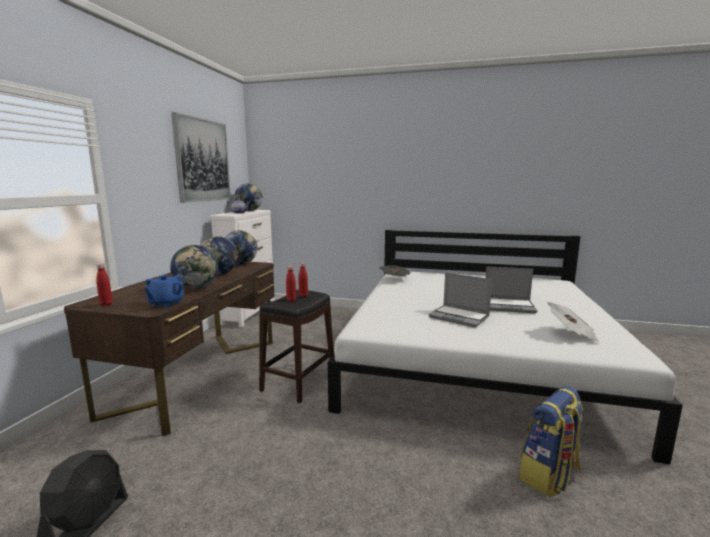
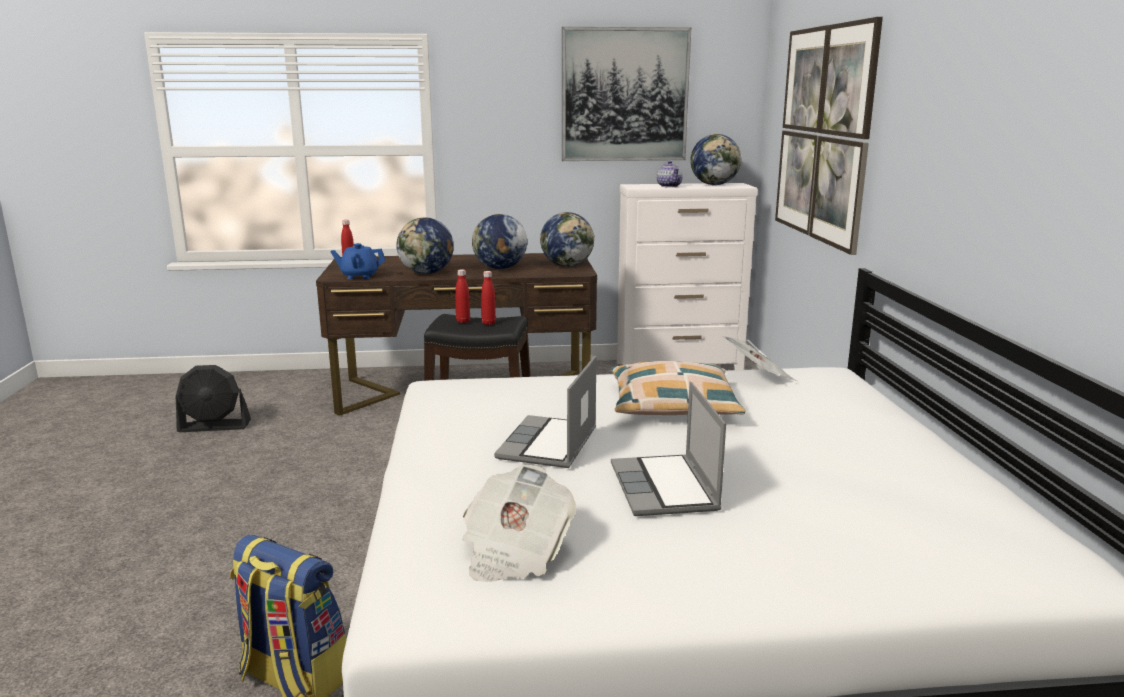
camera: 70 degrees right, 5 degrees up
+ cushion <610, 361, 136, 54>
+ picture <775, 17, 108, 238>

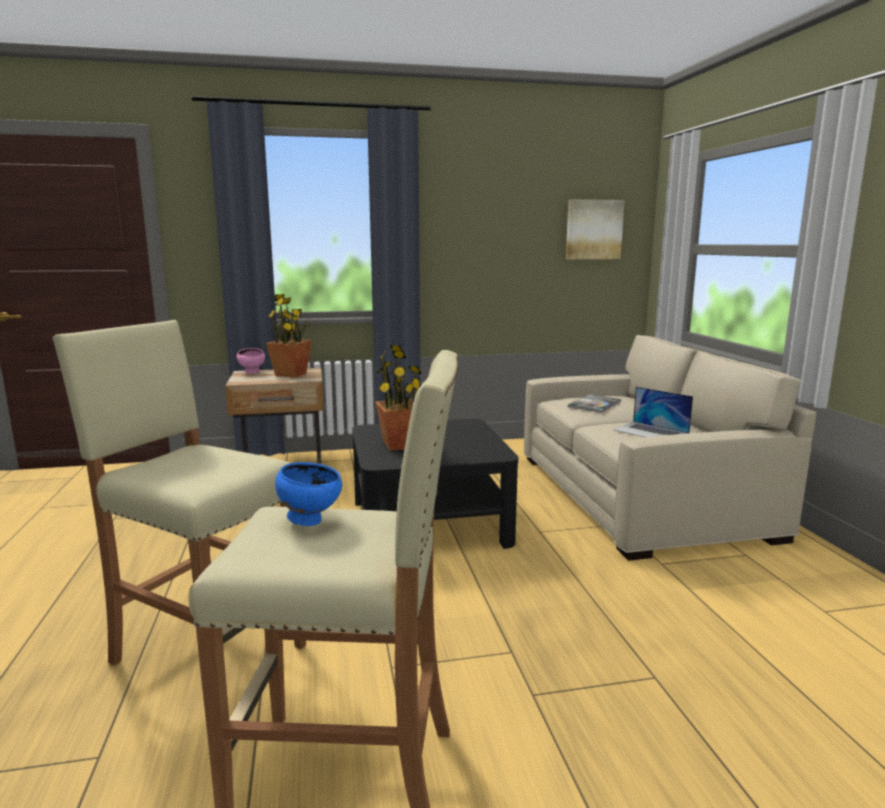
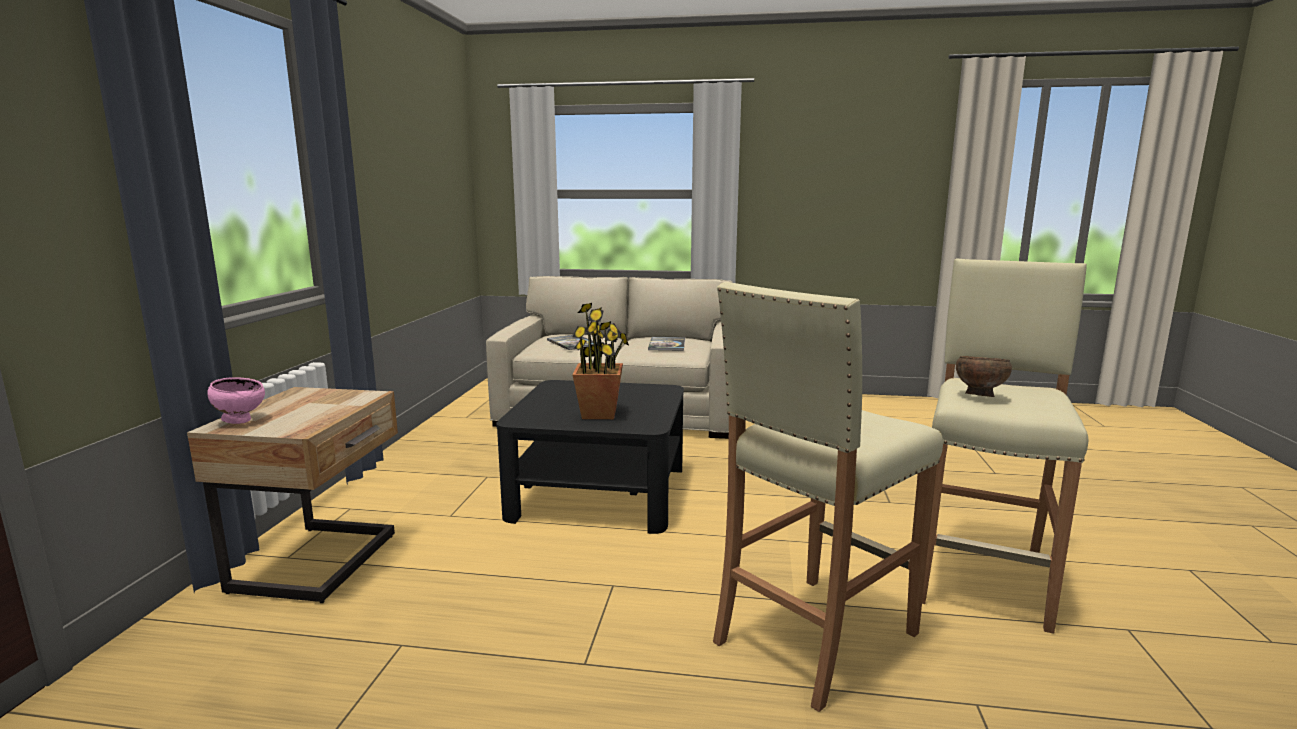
camera: 70 degrees left, 0 degrees up
- potted plant <266, 294, 46, 83>
~ serving bowl (blue) <275, 462, 67, 64> to serving bowl (brown) <956, 356, 56, 41>
- picture <566, 199, 59, 60>
~ portable computer <613, 387, 80, 50> to book <648, 337, 37, 14>

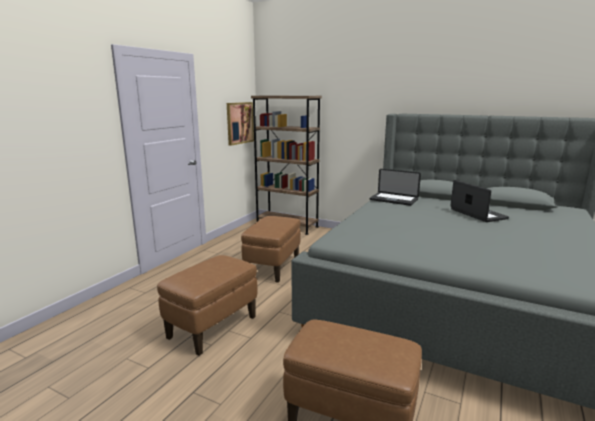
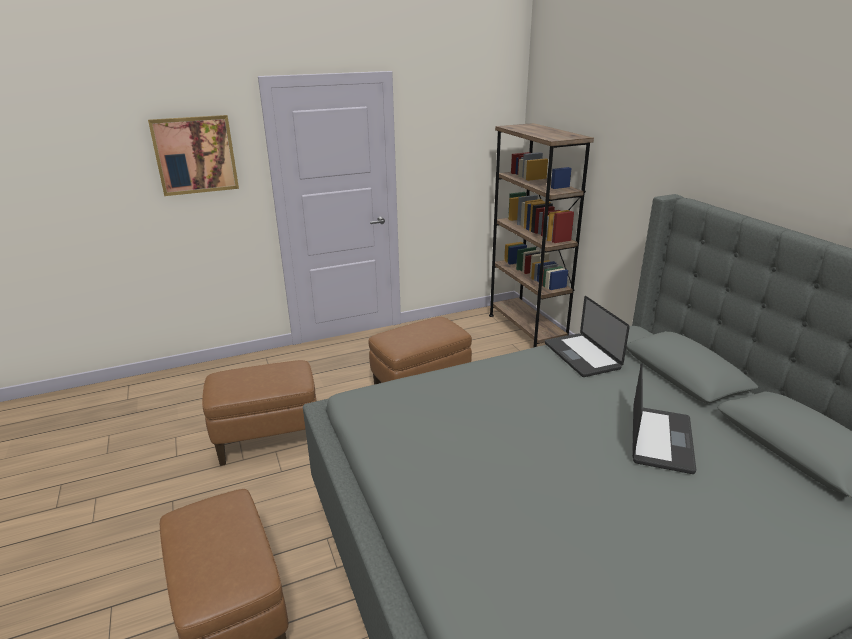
camera: 40 degrees right, 10 degrees up
~ picture <227, 102, 27, 44> to <148, 115, 91, 81>

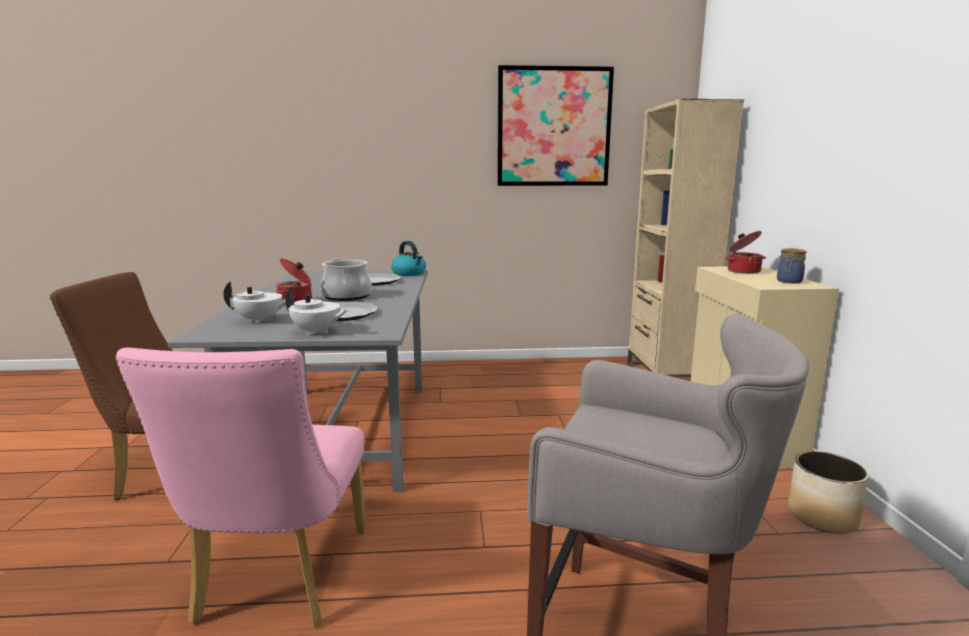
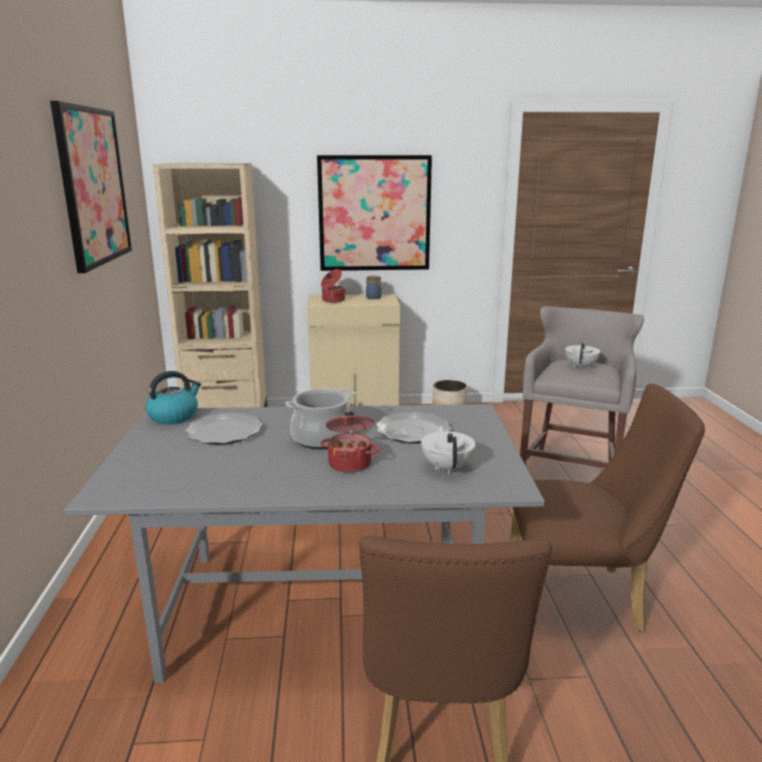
camera: 90 degrees left, 5 degrees up
~ chair (pink) <116, 347, 250, 280> to chair (brown) <510, 383, 195, 249>
~ teapot (whitish) <285, 288, 63, 48> to <565, 343, 36, 26>
+ picture <317, 155, 115, 116>

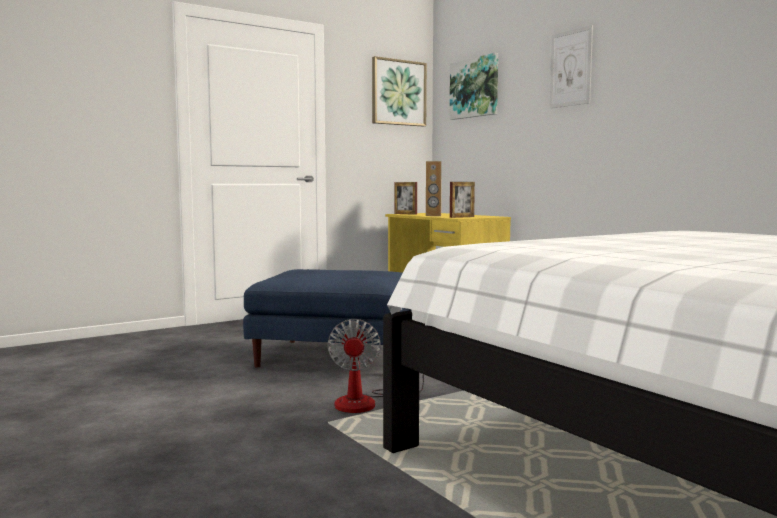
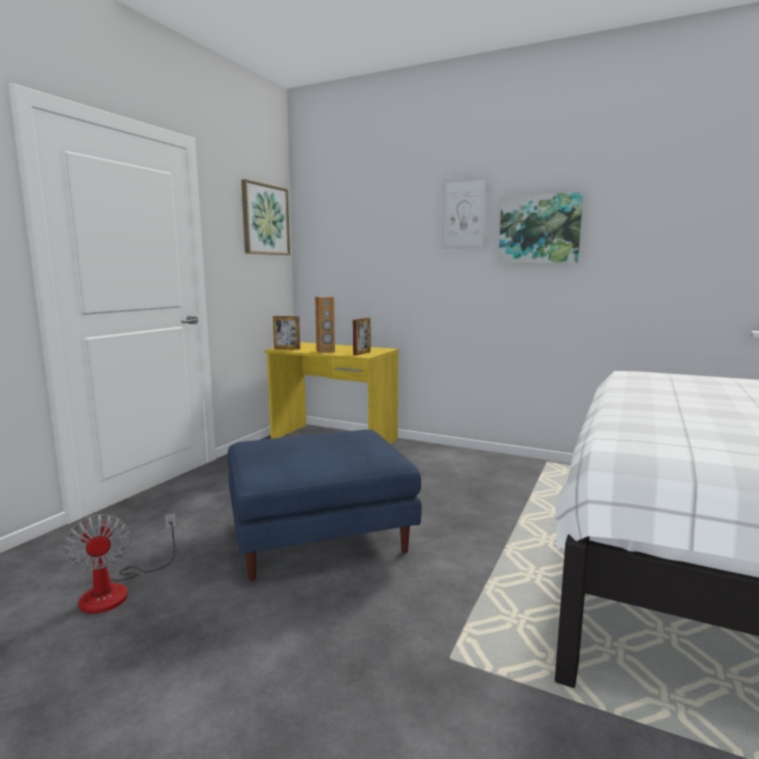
camera: 30 degrees left, 5 degrees up
~ cooling fan <327, 319, 97, 94> to <63, 513, 113, 101>
~ picture <450, 53, 48, 67> to <499, 192, 84, 72>

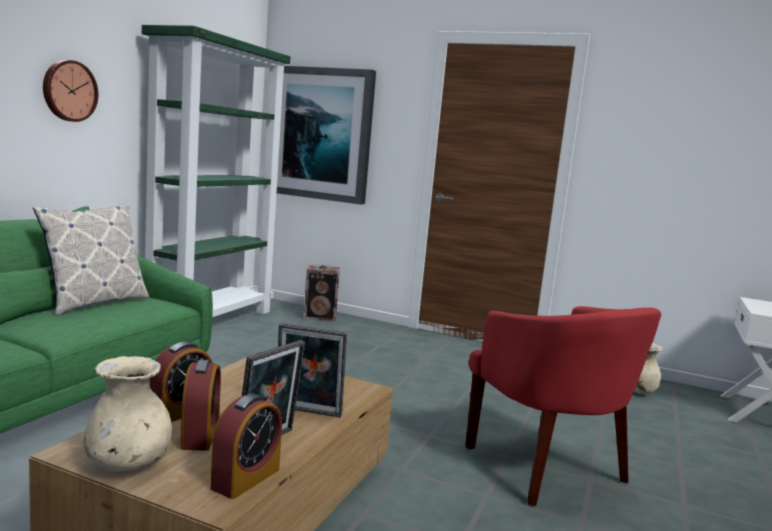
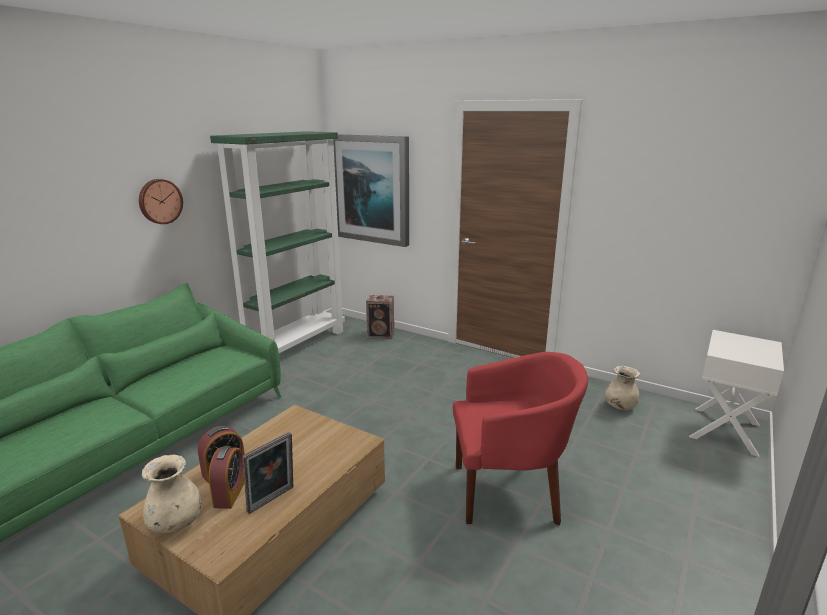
camera: 10 degrees right, 10 degrees up
- cushion <33, 204, 116, 112>
- bedside clock <210, 394, 72, 105>
- picture frame <278, 323, 69, 94>
~ easy chair (reddish) <465, 306, 196, 200> = <453, 352, 135, 174> 75 degrees counterclockwise

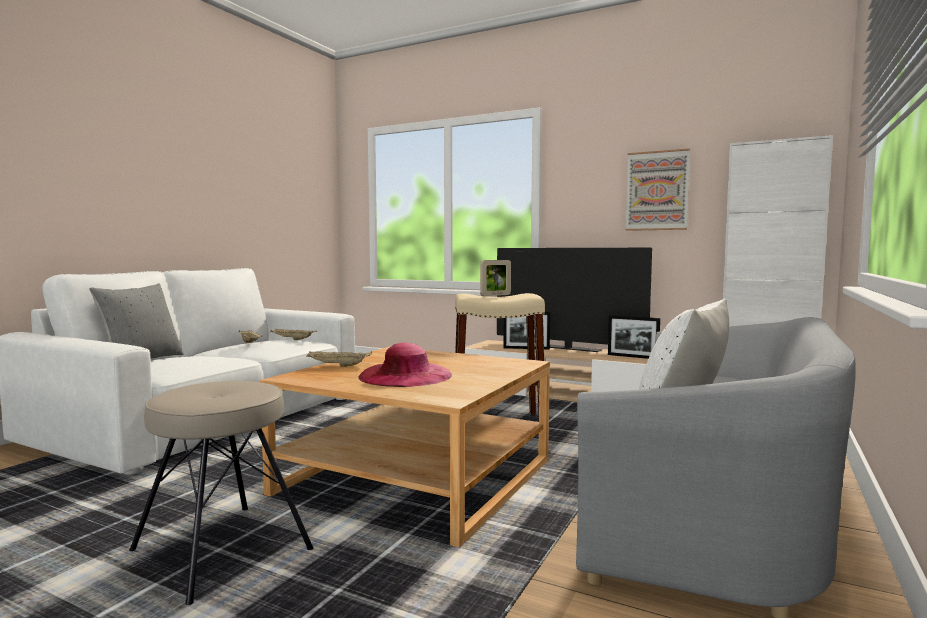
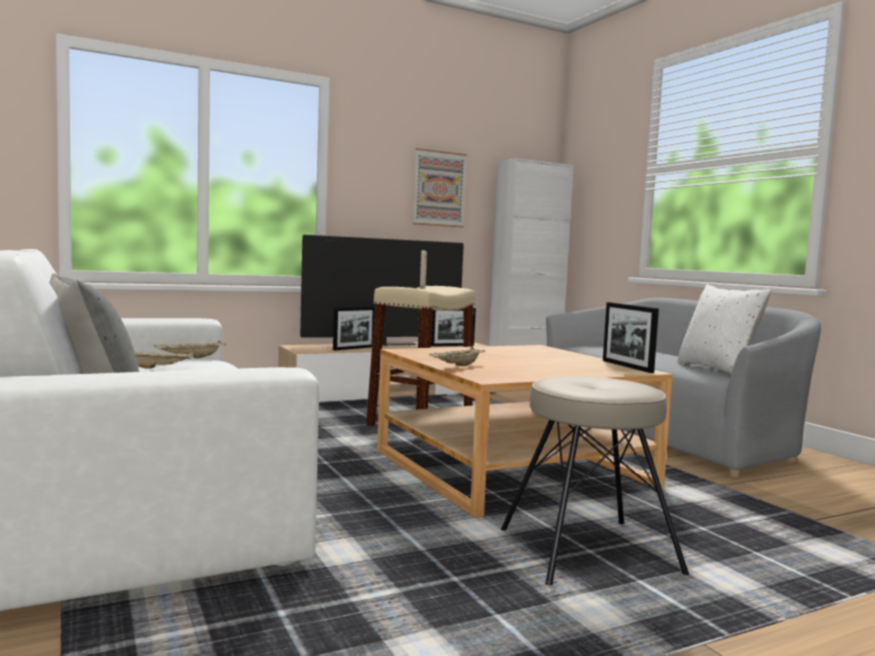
camera: 55 degrees left, 0 degrees up
- wearable hat (pink) <359, 343, 93, 44>
+ picture frame <603, 302, 56, 71>

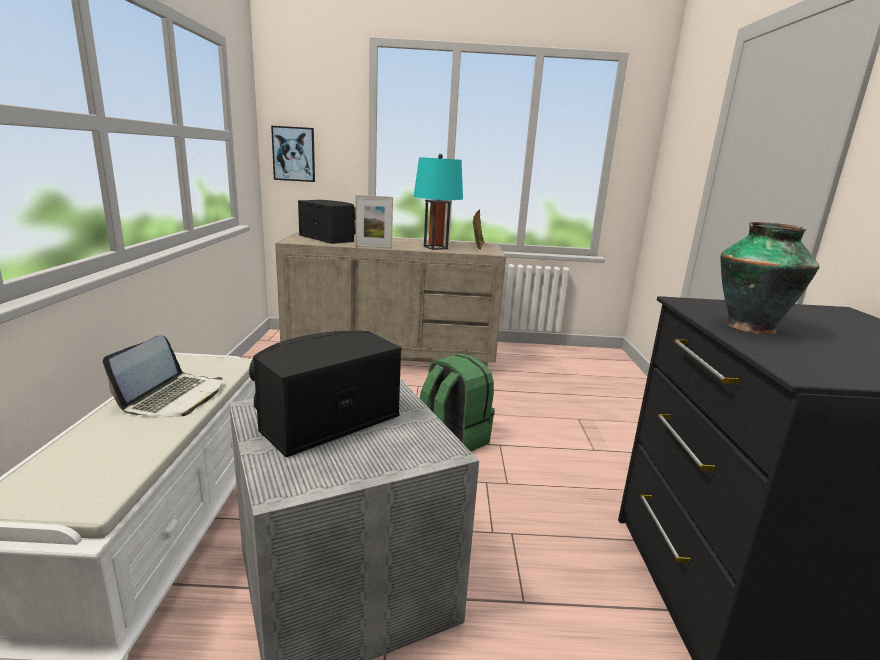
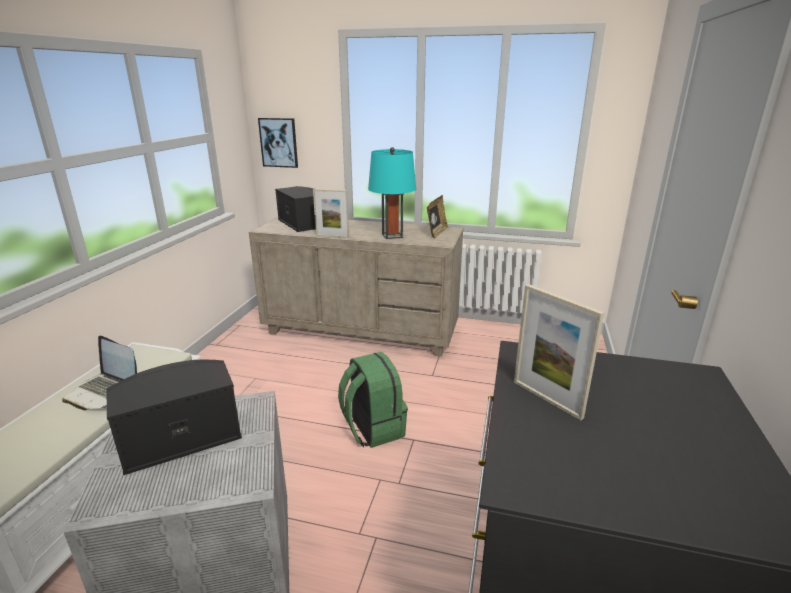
camera: 15 degrees right, 5 degrees up
~ portable computer <103, 335, 119, 82> = <62, 336, 75, 74> 90 degrees clockwise
~ flower vase <721, 222, 98, 112> to picture frame <514, 284, 90, 136>

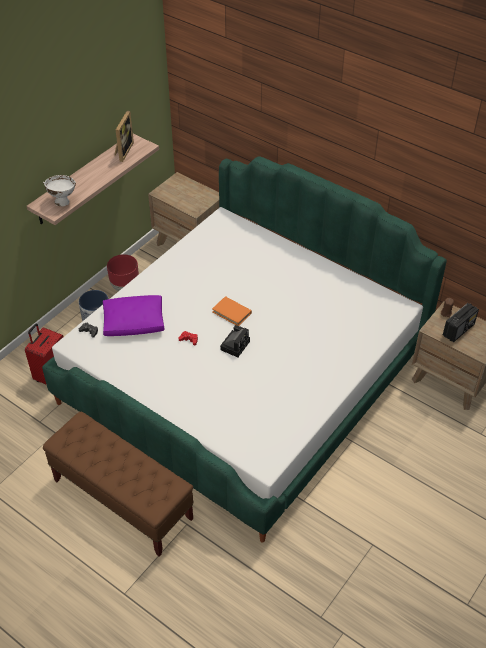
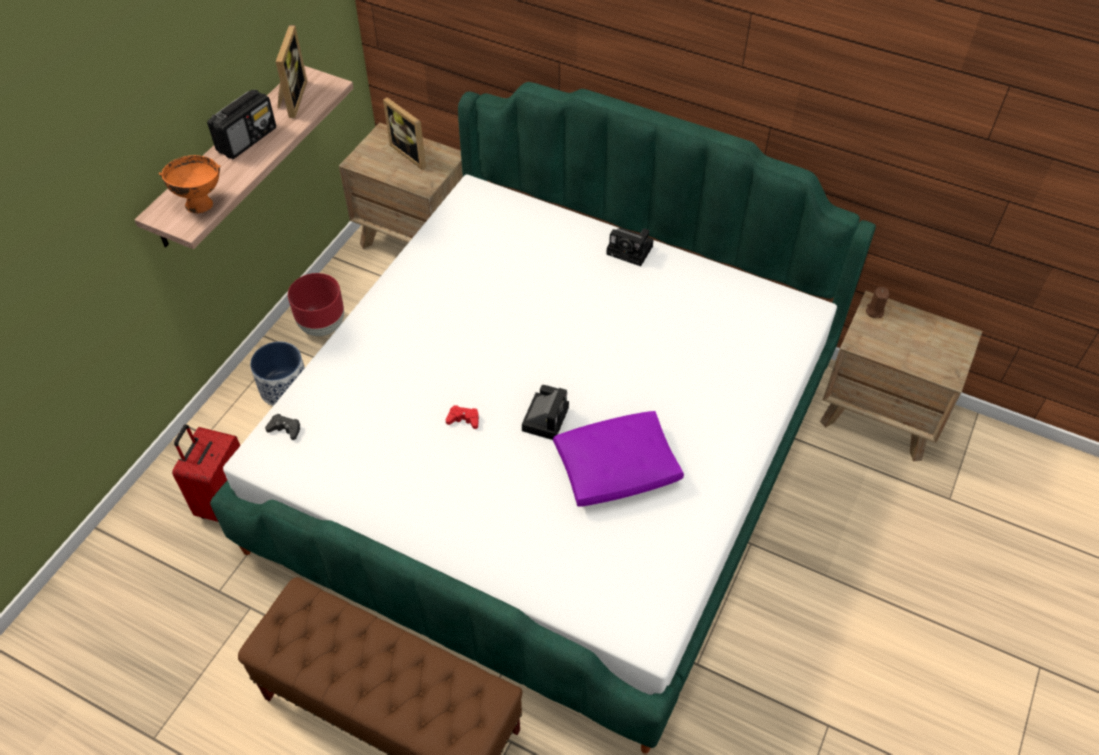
camera: 10 degrees left, 5 degrees up
~ serving bowl (whitish) <43, 175, 33, 32> to serving bowl (orange) <158, 155, 63, 58>
~ cushion (purple) <103, 295, 62, 41> to <553, 411, 131, 96>
- book (orange) <212, 296, 40, 30>
~ radio <443, 303, 36, 39> to <207, 90, 69, 69>
+ picture frame <383, 97, 43, 73>
+ still camera <606, 228, 48, 38>

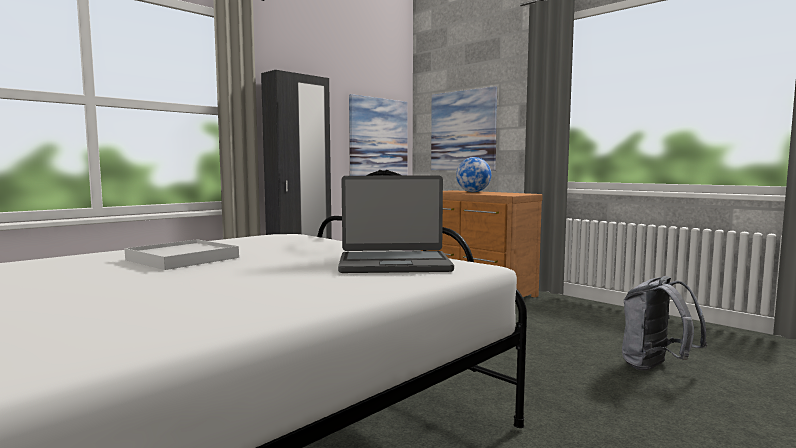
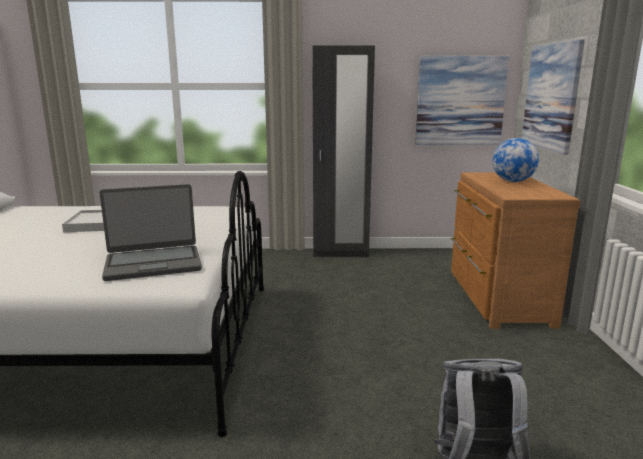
camera: 45 degrees right, 10 degrees up
~ portable computer <338, 176, 116, 97> = <100, 184, 102, 97> 60 degrees counterclockwise

